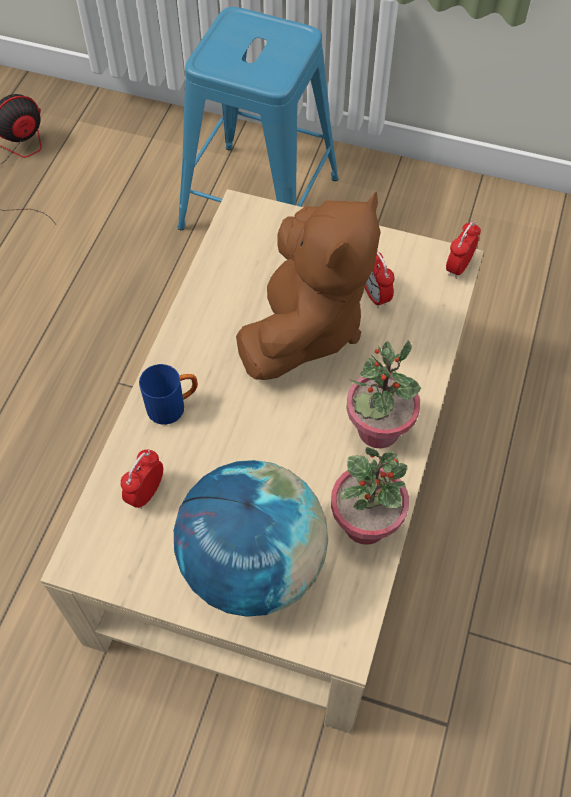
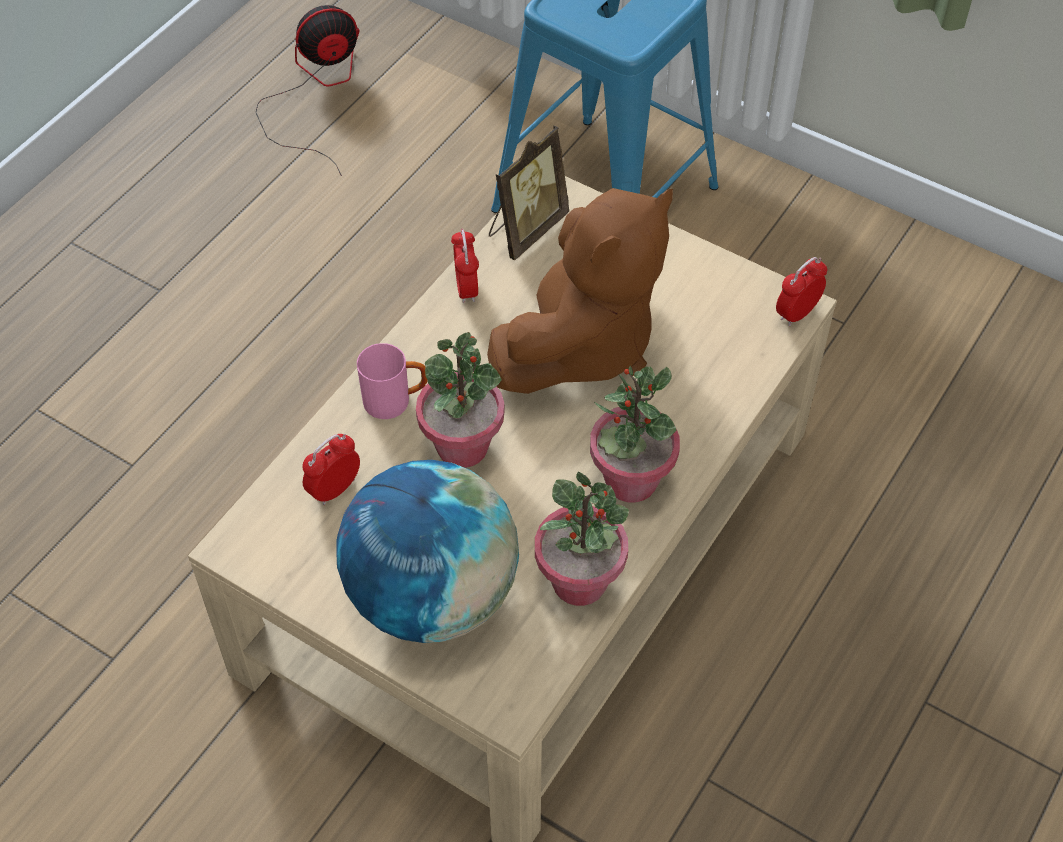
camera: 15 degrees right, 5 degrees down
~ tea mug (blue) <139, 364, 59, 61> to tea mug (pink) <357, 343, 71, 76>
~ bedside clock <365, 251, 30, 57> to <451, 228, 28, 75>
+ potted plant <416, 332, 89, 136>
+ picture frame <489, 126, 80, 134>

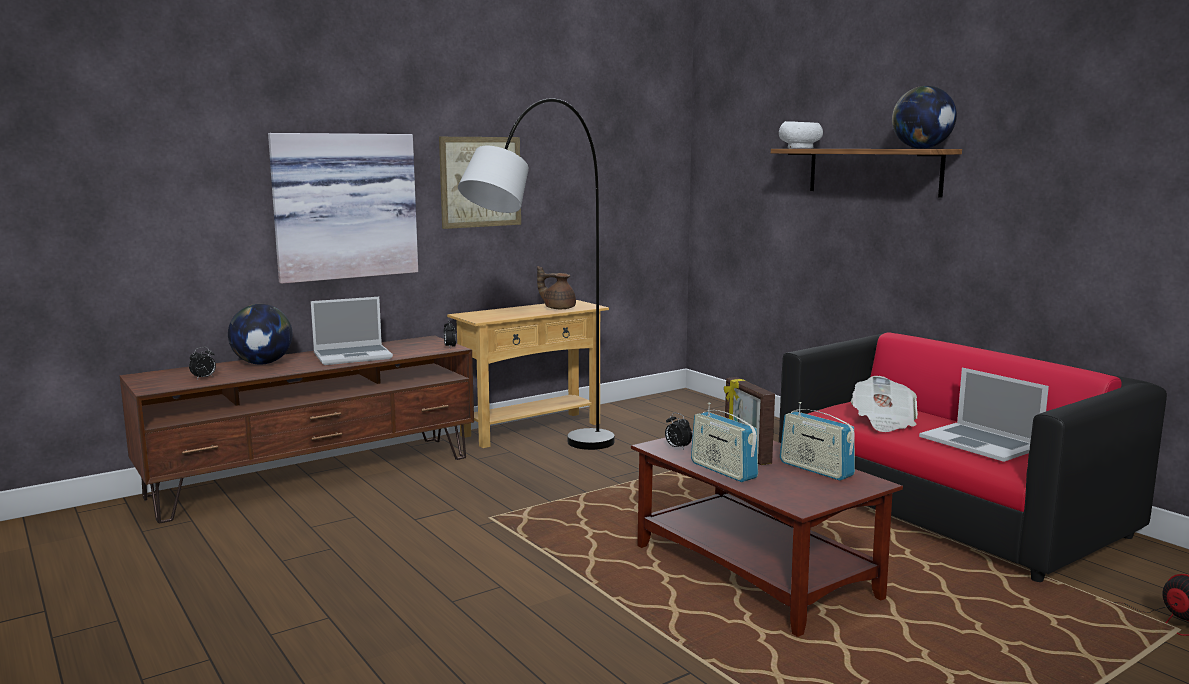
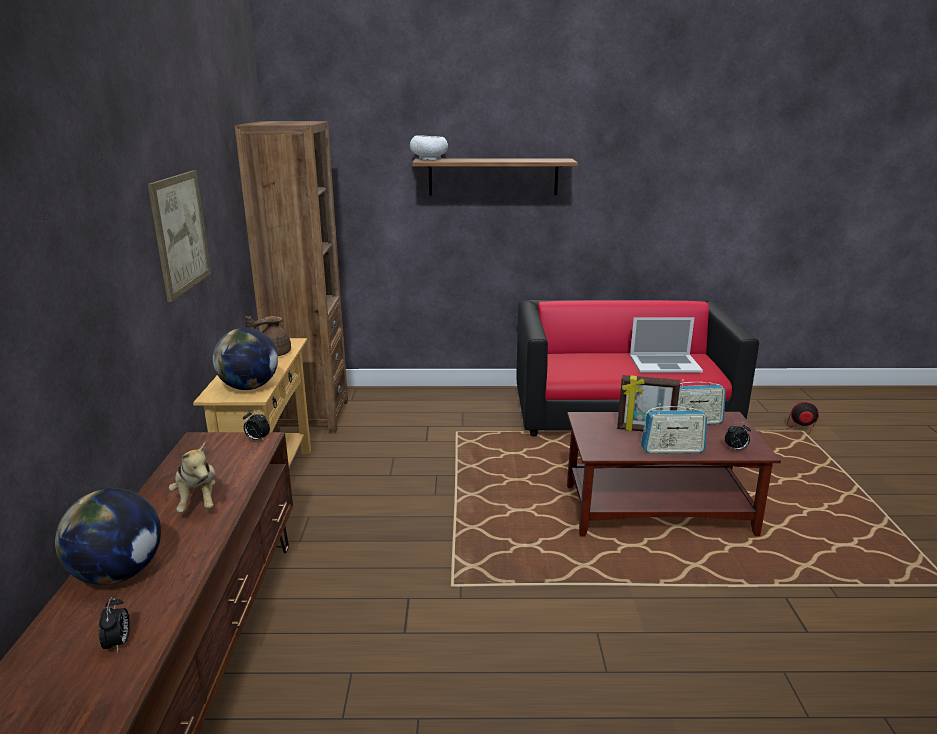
camera: 55 degrees left, 10 degrees up
- picture <268, 133, 150, 151>
~ portable computer <311, 297, 82, 68> to plush toy <169, 442, 46, 70>
- standing lamp (gray) <458, 98, 157, 352>
~ bedside clock <665, 413, 27, 37> to <725, 422, 26, 29>
- printed paper <851, 376, 67, 56>
~ world globe <892, 86, 65, 63> to <213, 328, 65, 62>
+ bookshelf (brown) <235, 121, 113, 313>

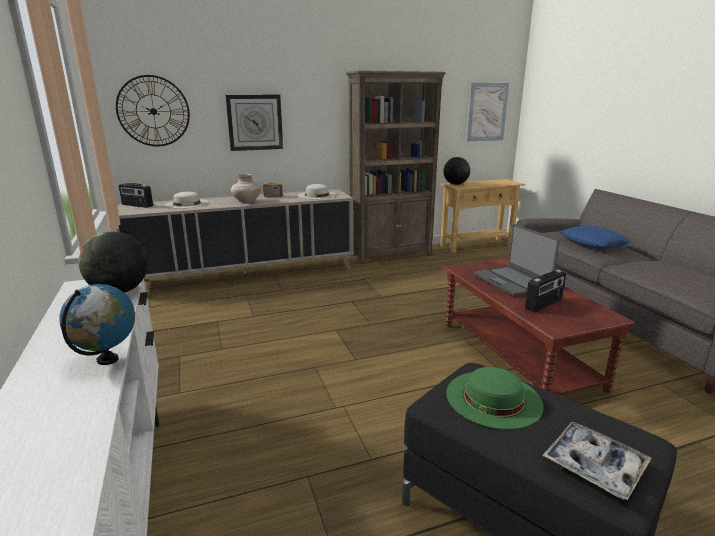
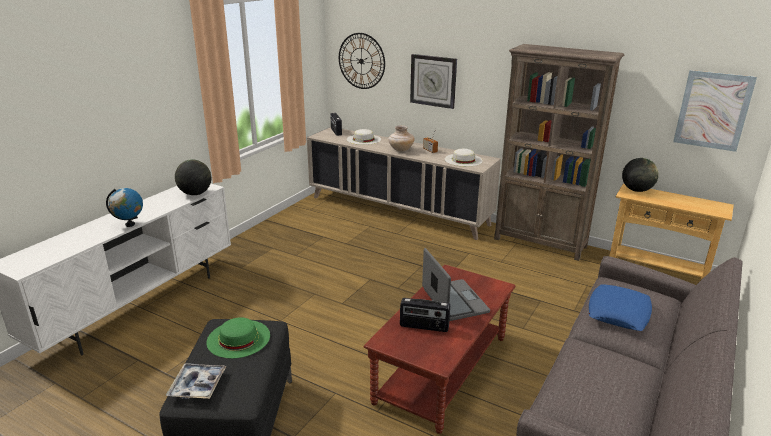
camera: 50 degrees right, 5 degrees up
~ portable computer <474, 224, 86, 73> = <422, 248, 68, 73> 135 degrees clockwise

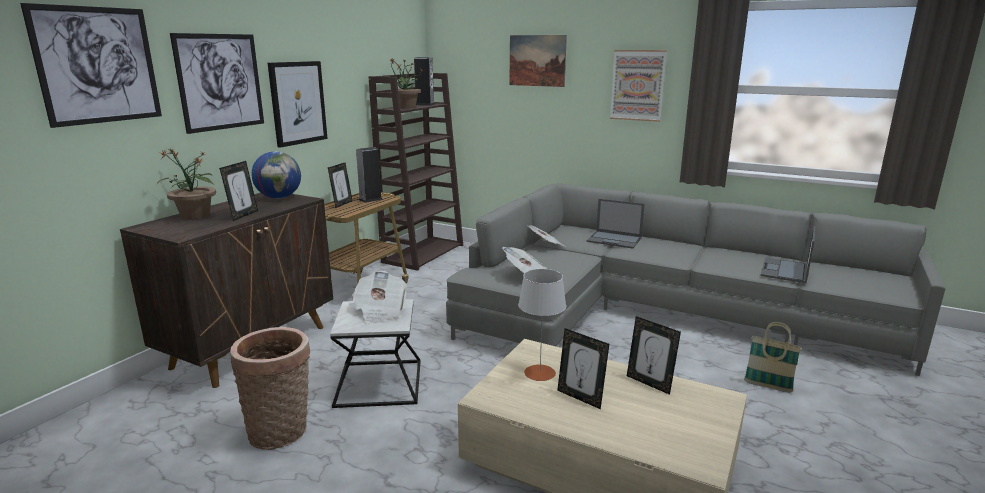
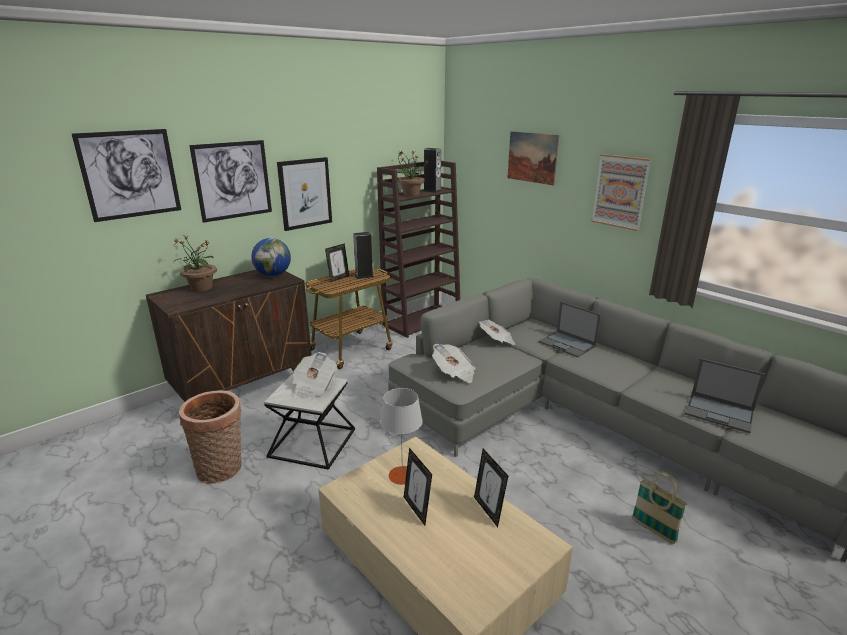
camera: 20 degrees right, 5 degrees up
- picture frame <219, 161, 39, 60>
~ portable computer <761, 226, 54, 57> = <685, 358, 80, 75> 105 degrees counterclockwise

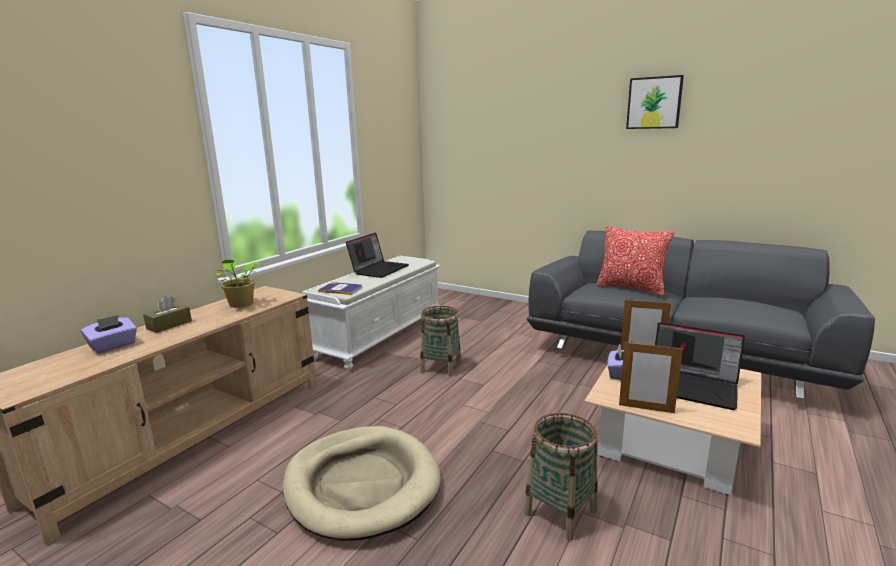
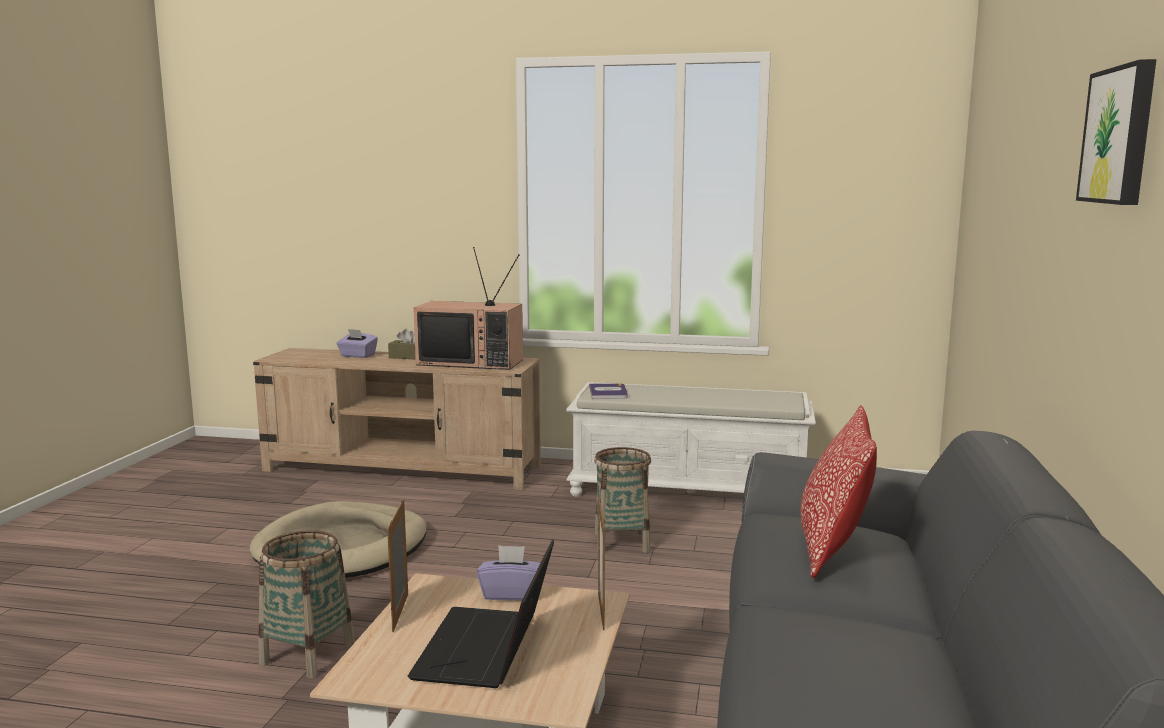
camera: 70 degrees right, 5 degrees down
~ potted plant <216, 255, 44, 53> to TV set <413, 247, 110, 123>
- portable computer <346, 232, 63, 46>

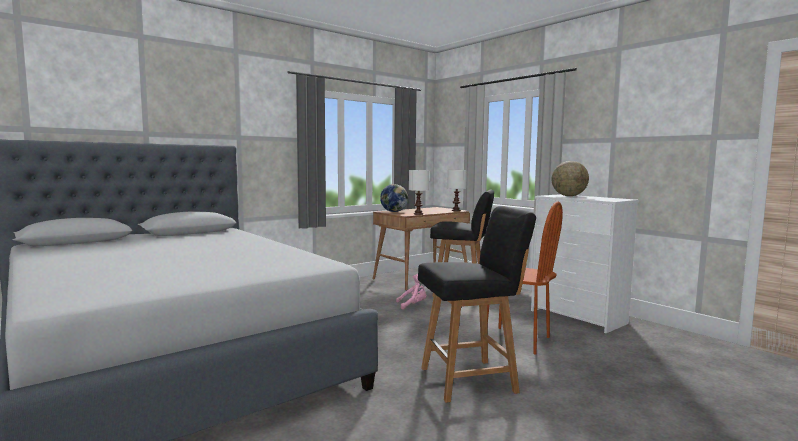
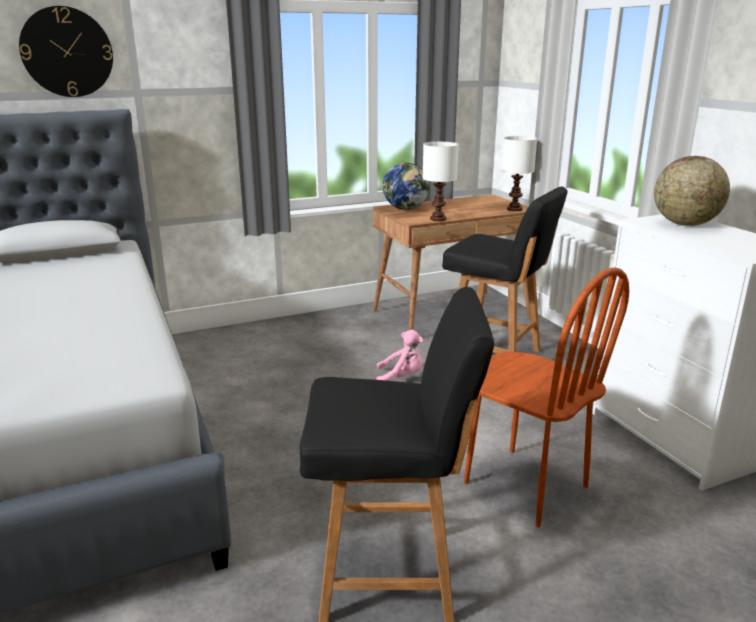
camera: 15 degrees right, 15 degrees up
+ wall clock <19, 6, 94, 91>

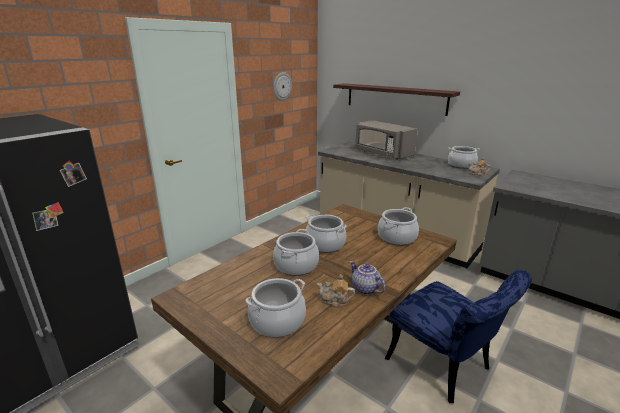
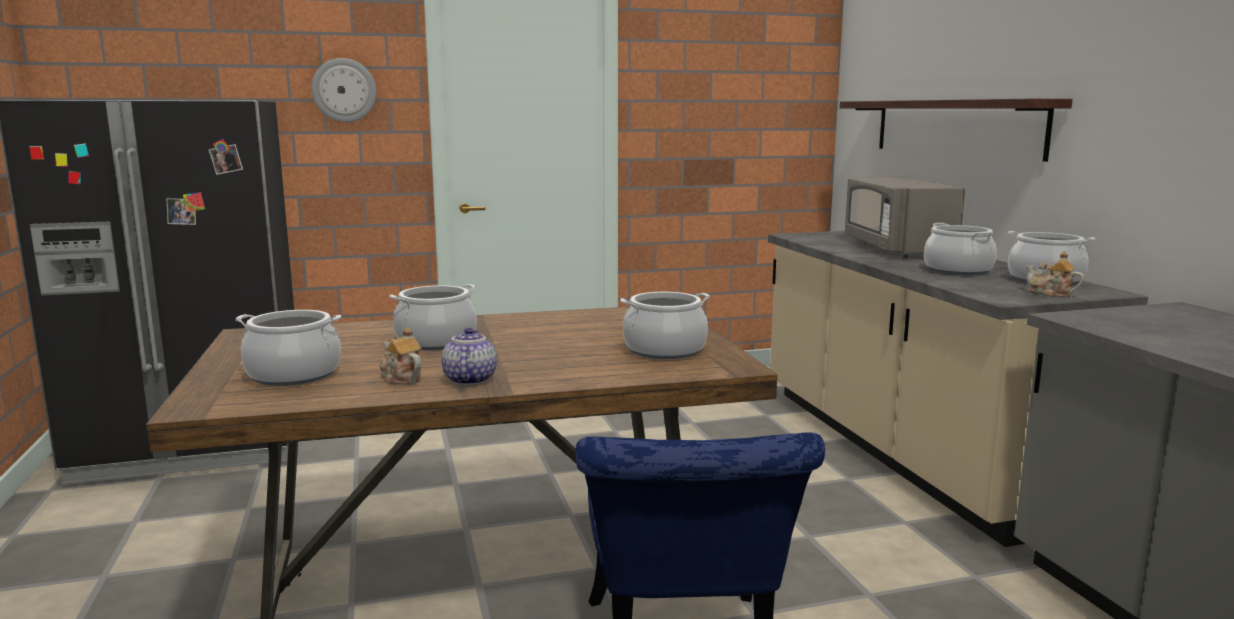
camera: 35 degrees right, 10 degrees down
~ wall clock <273, 72, 19, 29> to <311, 58, 66, 64>
~ stockpot <305, 214, 42, 39> to <924, 223, 73, 52>

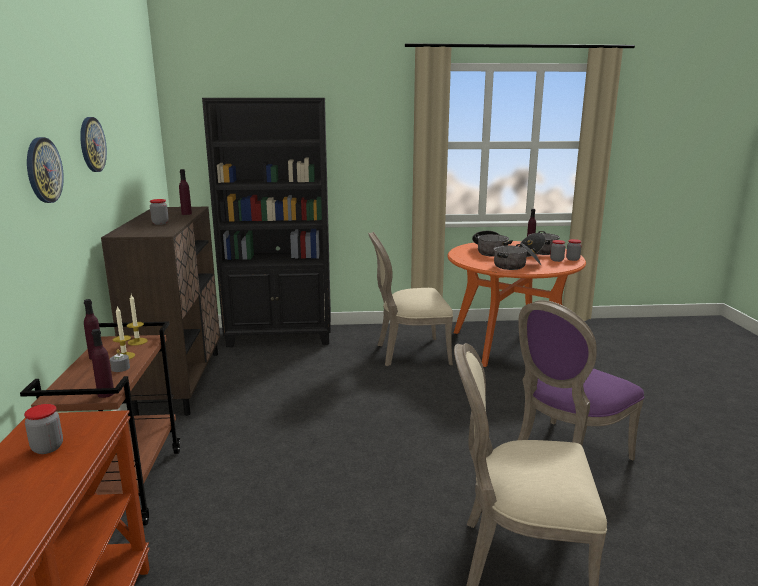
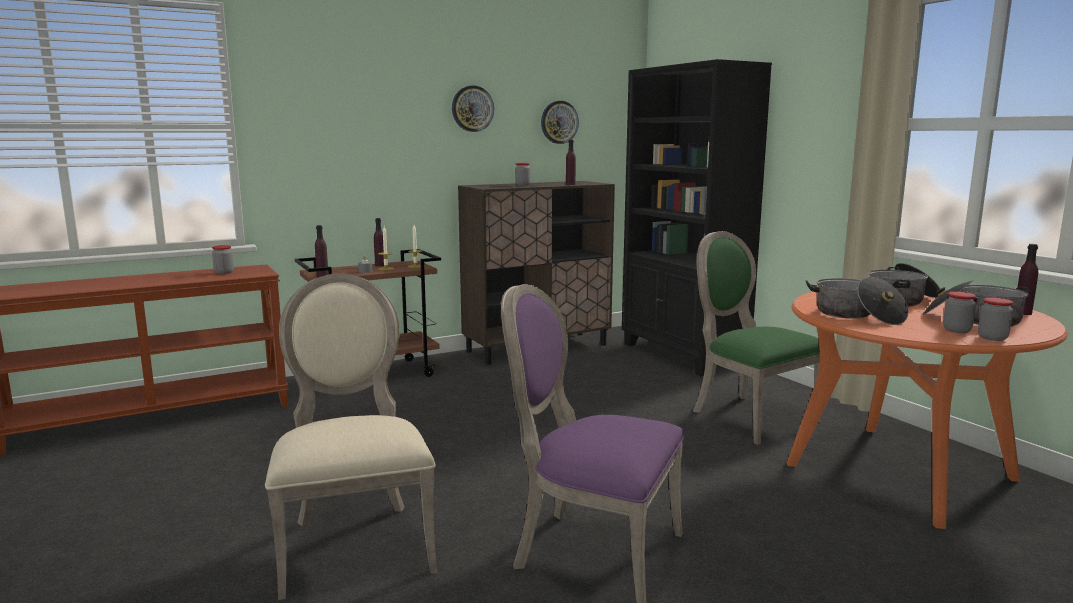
camera: 65 degrees right, 5 degrees down
~ wall clock <27, 137, 37, 66> to <541, 101, 38, 43>
~ chair (sand-coloured) <368, 232, 85, 134> to chair (green-coloured) <693, 231, 130, 214>

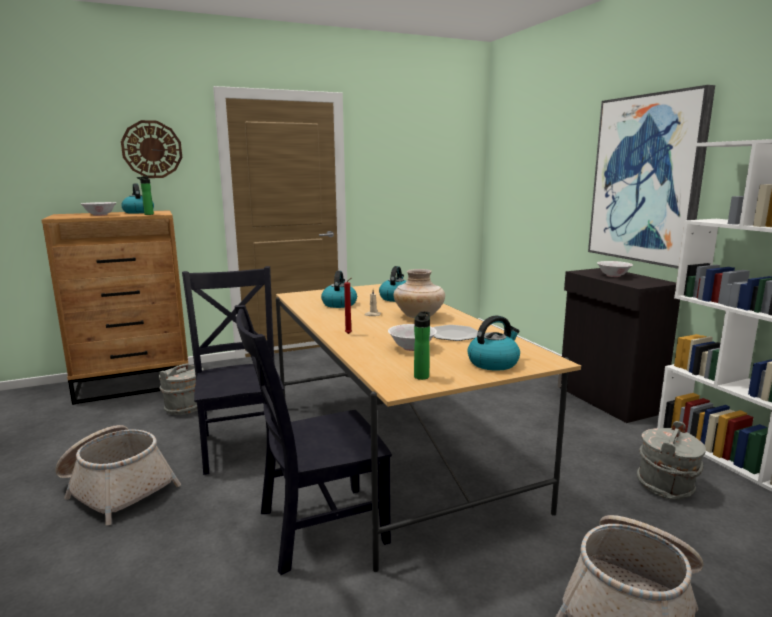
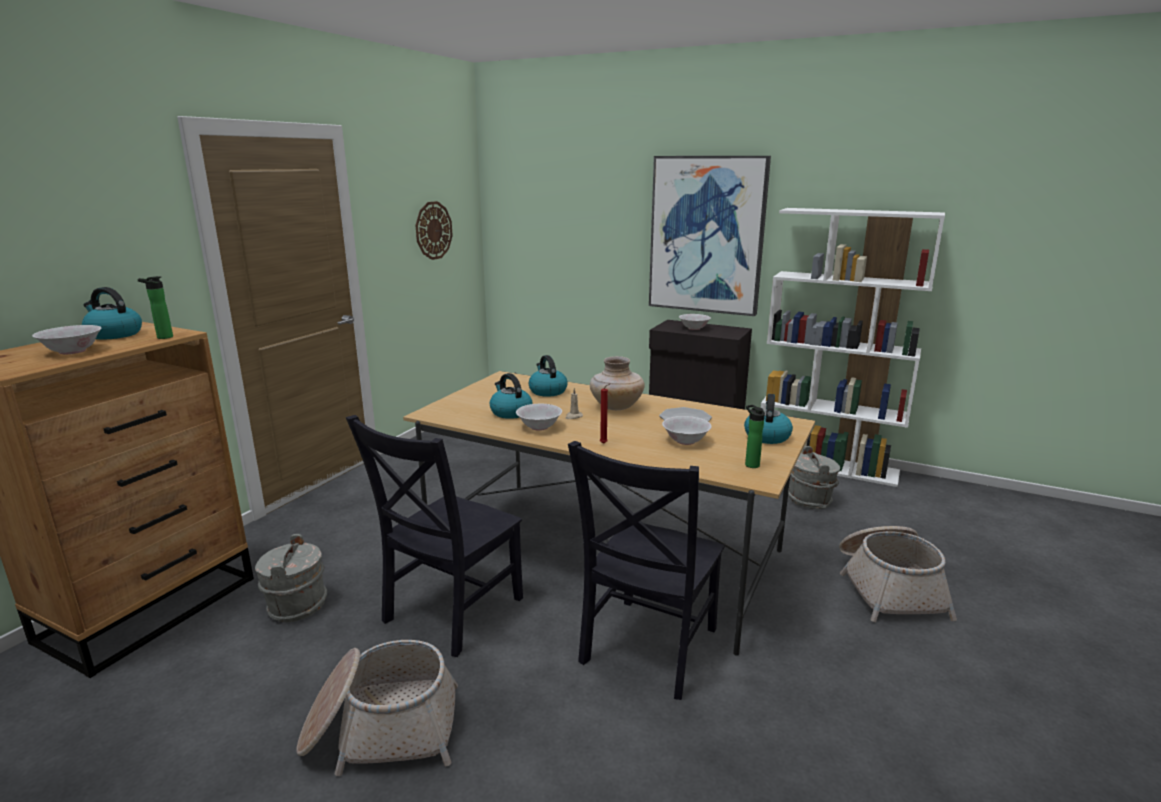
camera: 40 degrees left, 5 degrees up
~ wall clock <121, 120, 61, 58> to <415, 201, 38, 59>
~ chair (black) <182, 266, 102, 209> = <346, 415, 177, 242> 90 degrees counterclockwise
+ serving bowl (whitish) <516, 404, 46, 27>

